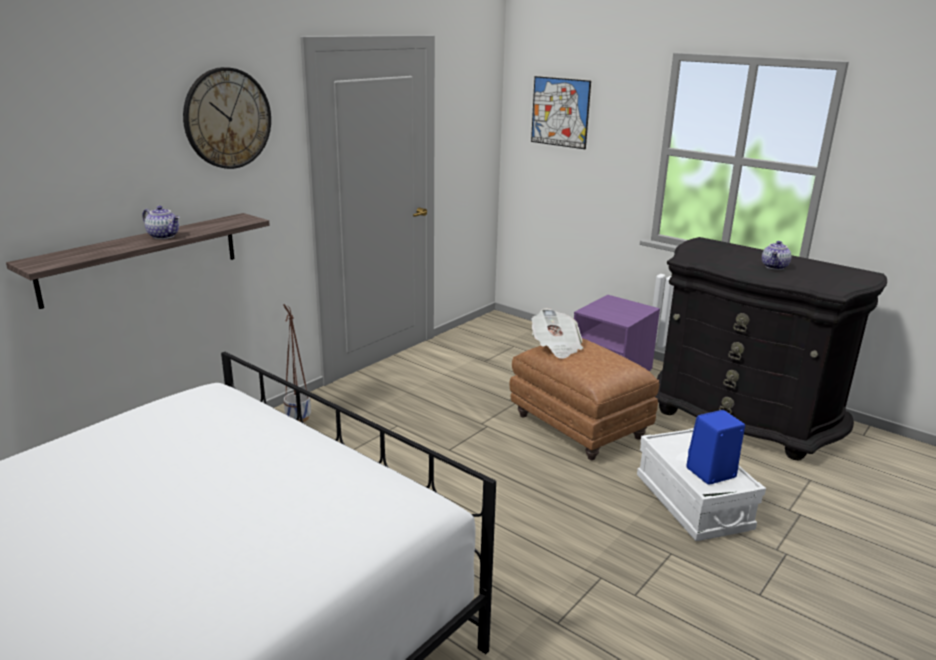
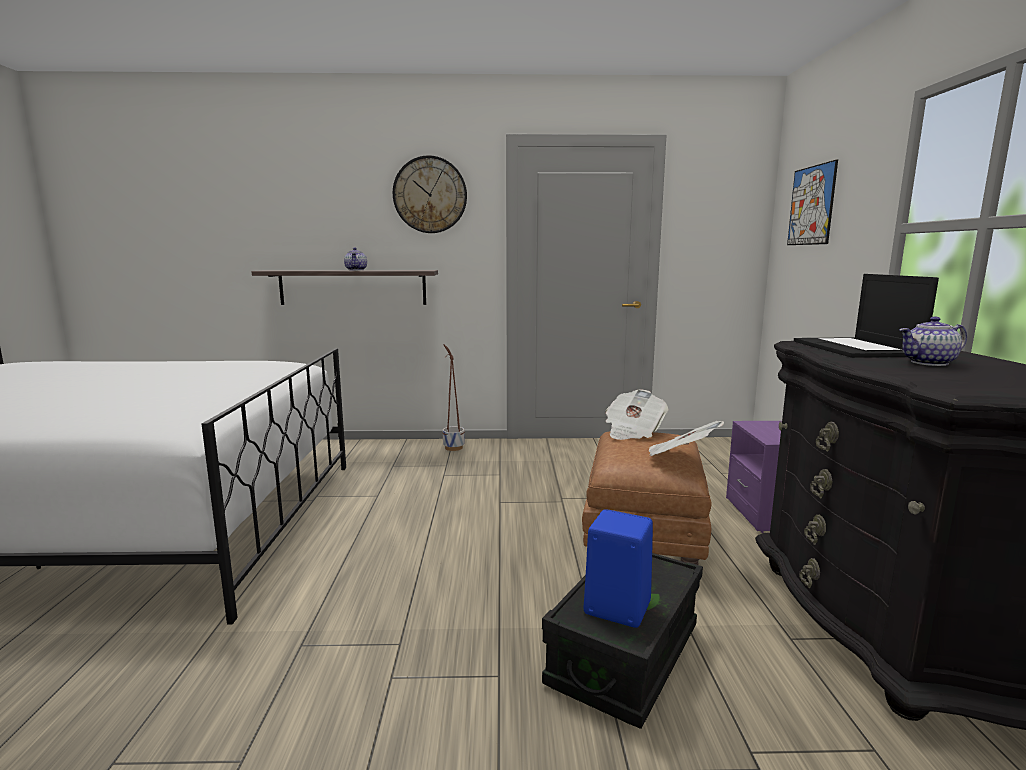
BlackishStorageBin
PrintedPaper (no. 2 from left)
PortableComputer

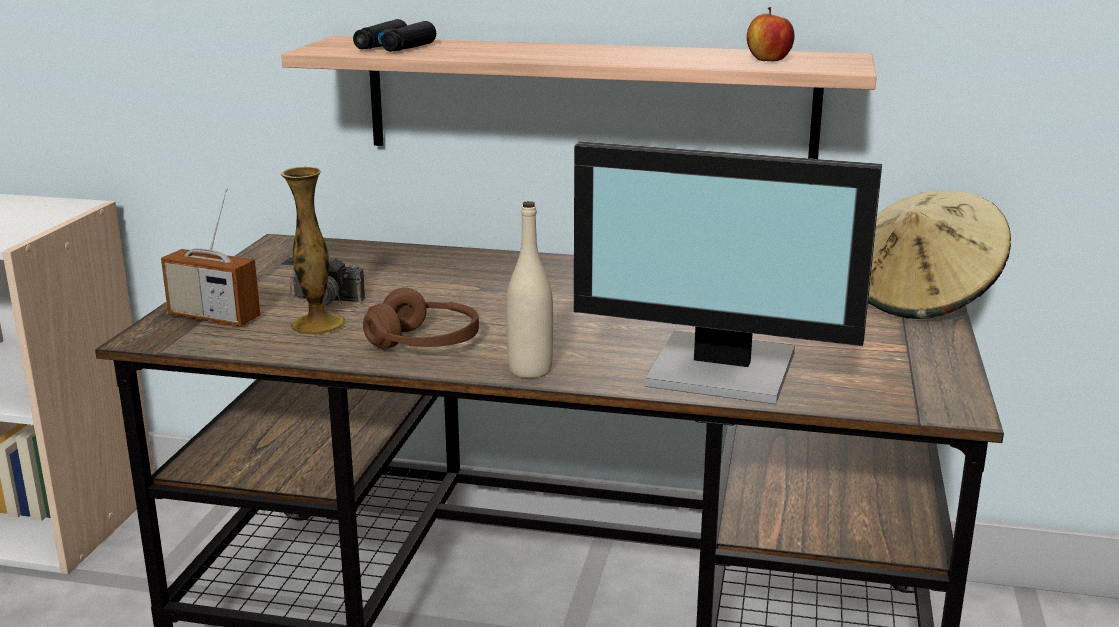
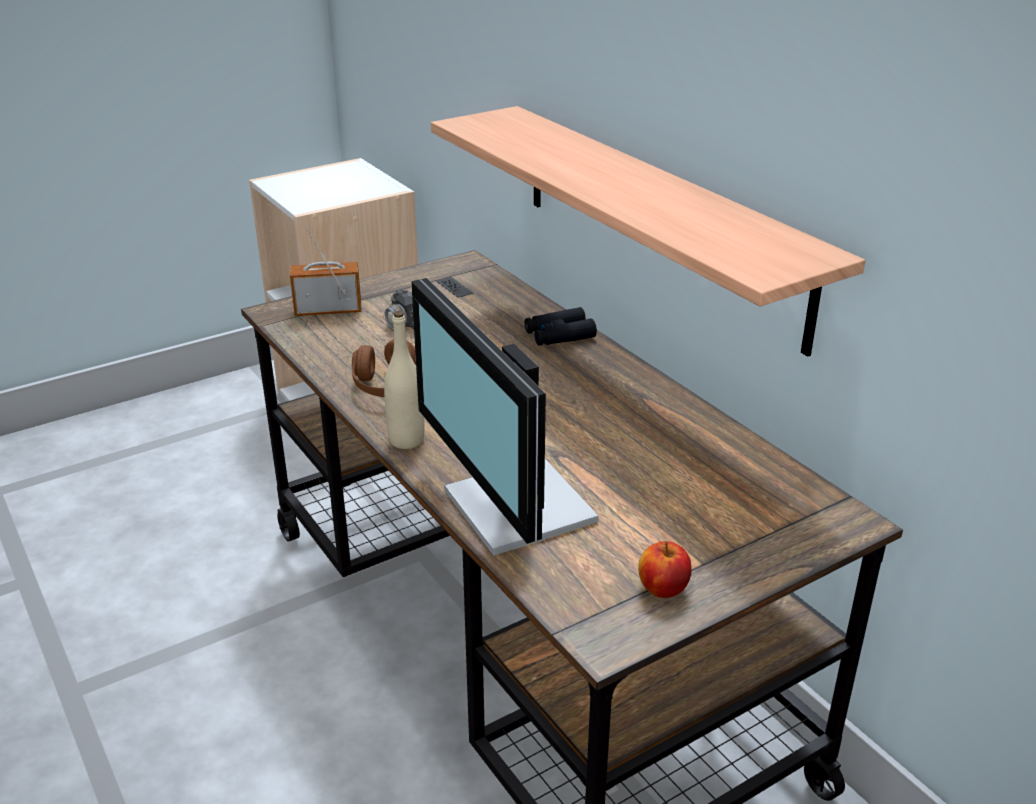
RadioReceiver
BlackishFieldGlasses
AppleFruit
Vase
BeigeClothingHat

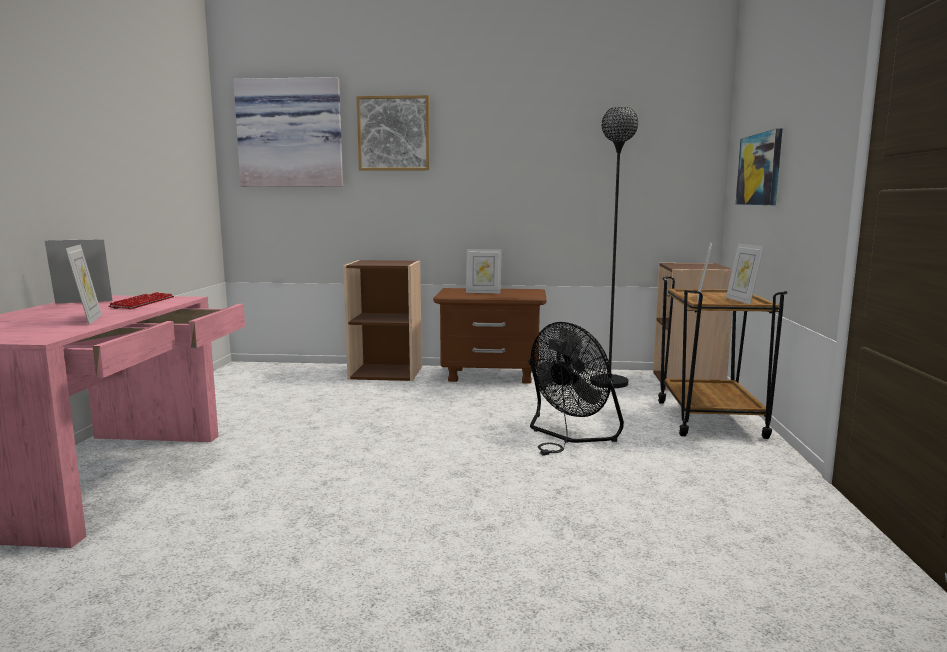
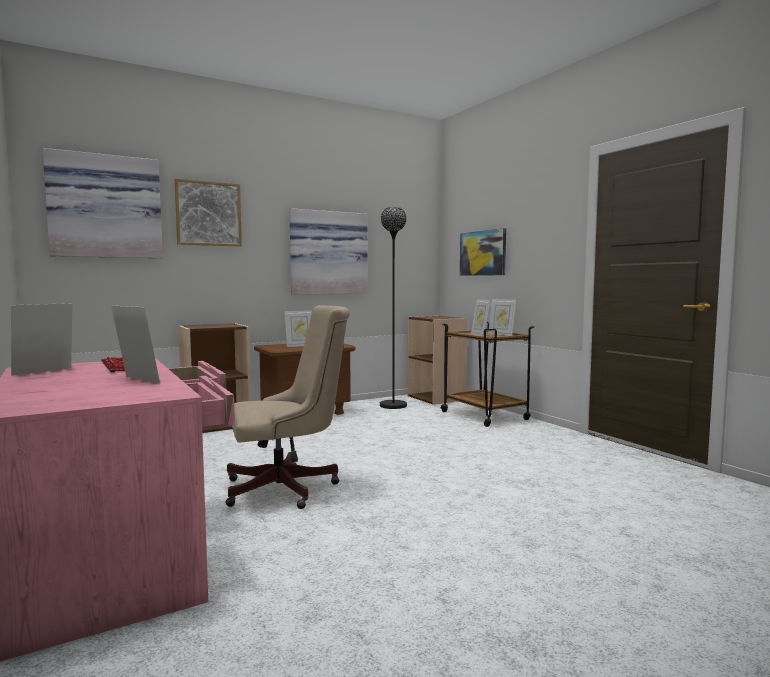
BeigeDeskChair
WallArt (no. 3 from left)
BlackishFan

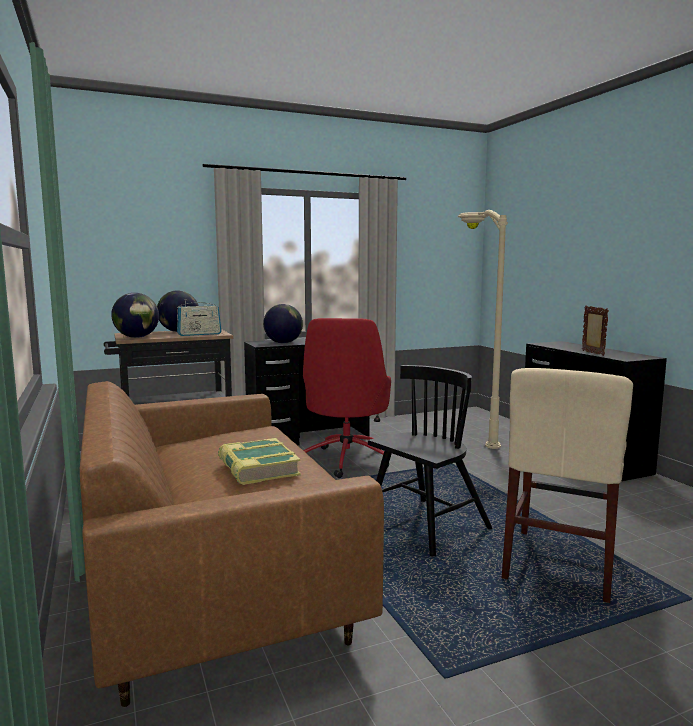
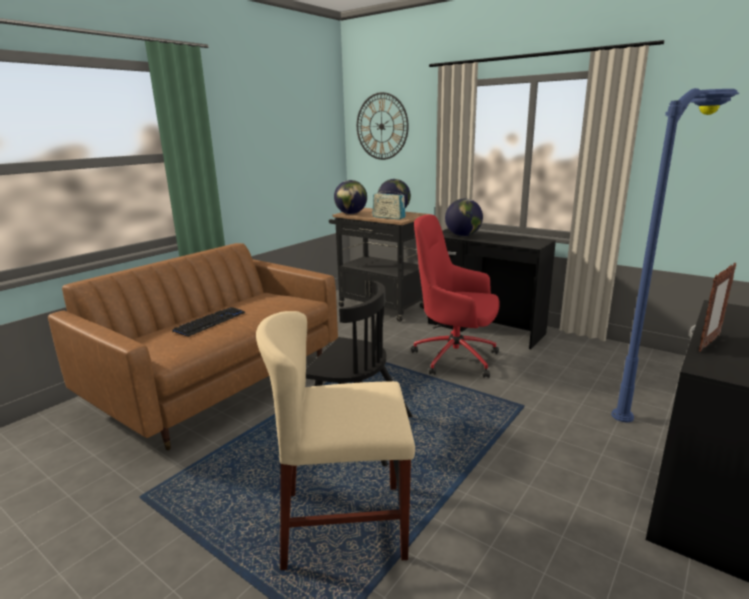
Keyboard
ClockOnTheWall
RedColouredDeskChair
BlueColouredStandardLamp

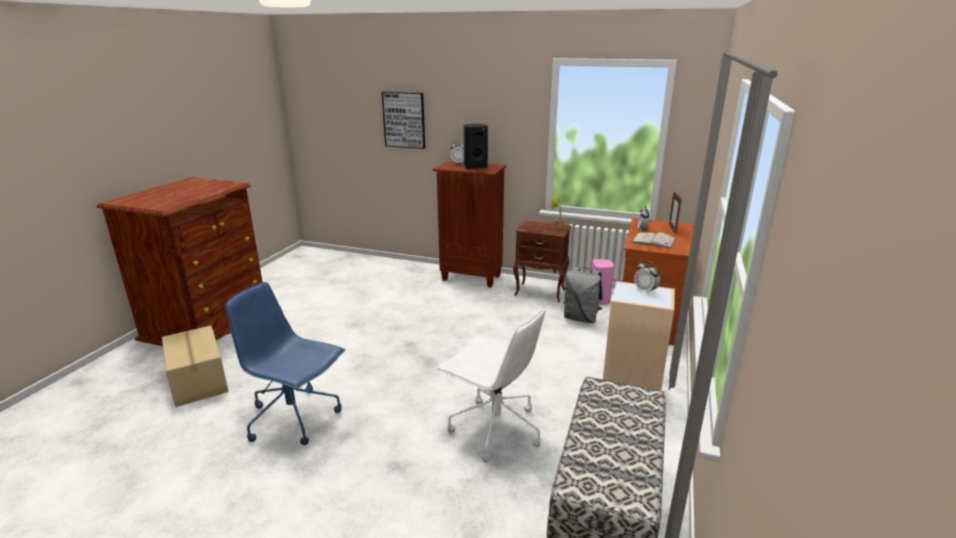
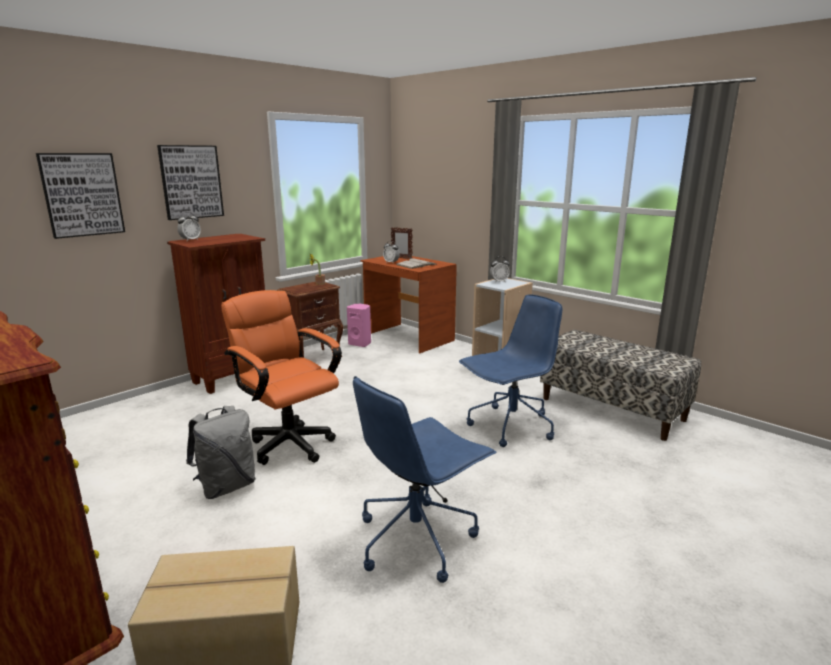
WallArt (no. 2 from left)
GrayBackpack
OrangeyDeskChair
BlueColouredDeskChair (no. 2 from left)
BlackishAudioSpeaker

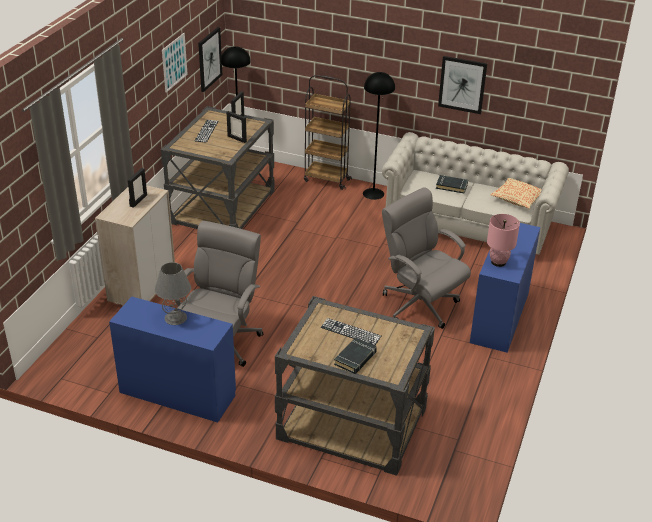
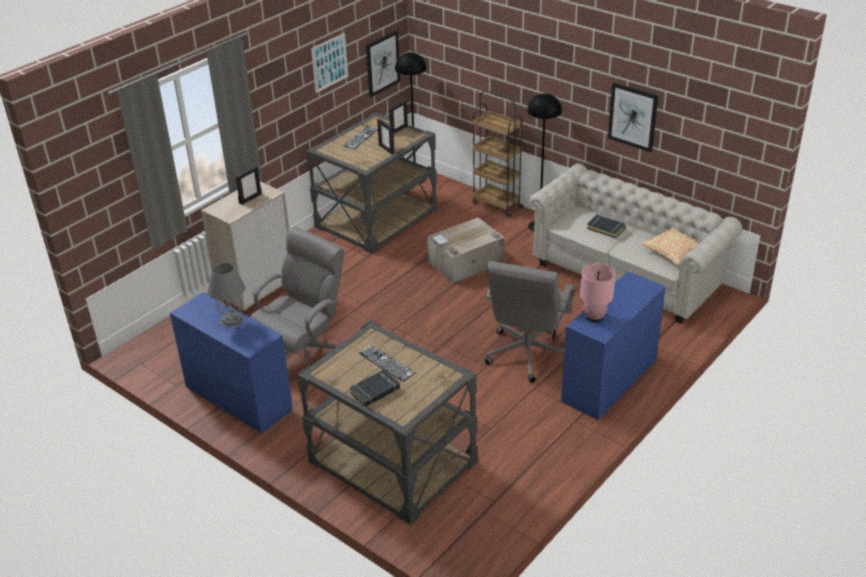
Carton
GrayDeskChair (no. 2 from left)

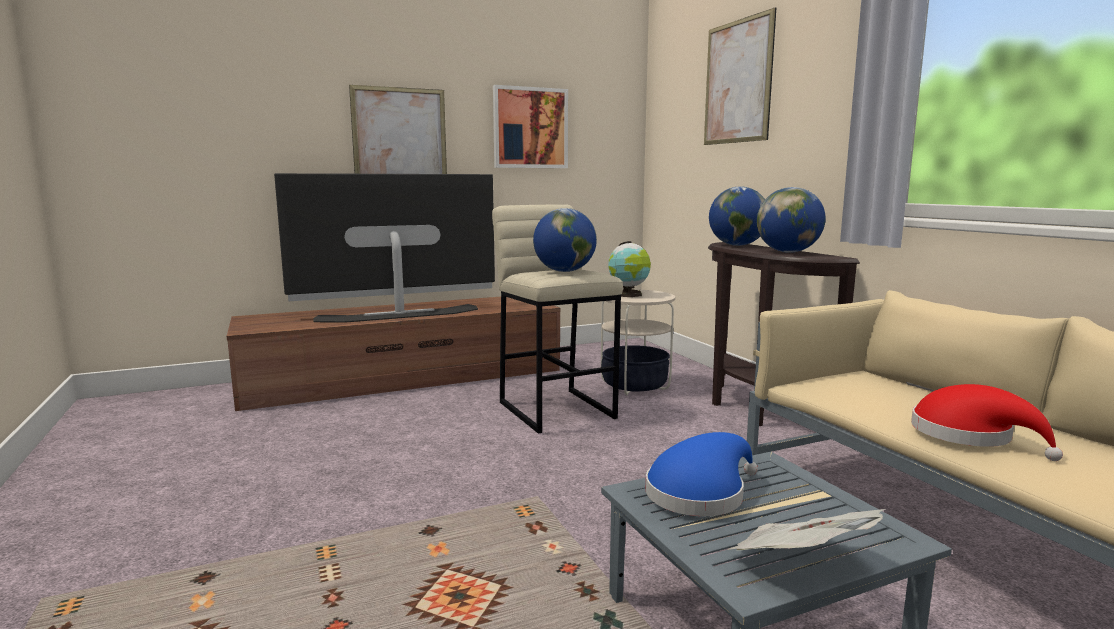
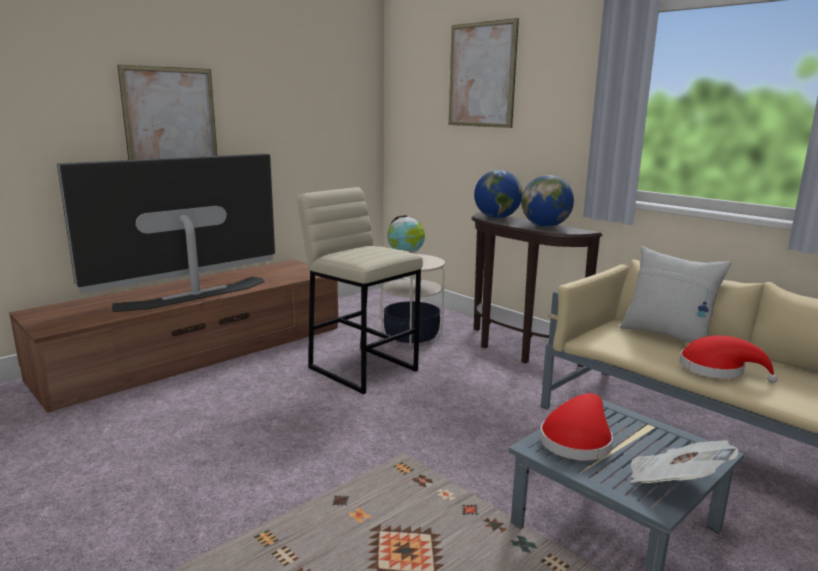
RedColouredClothingHat (no. 1 from left)
GrayThrowPillow
WallArt (no. 2 from left in the first image)
DeskGlobe (no. 1 from left in the first image)

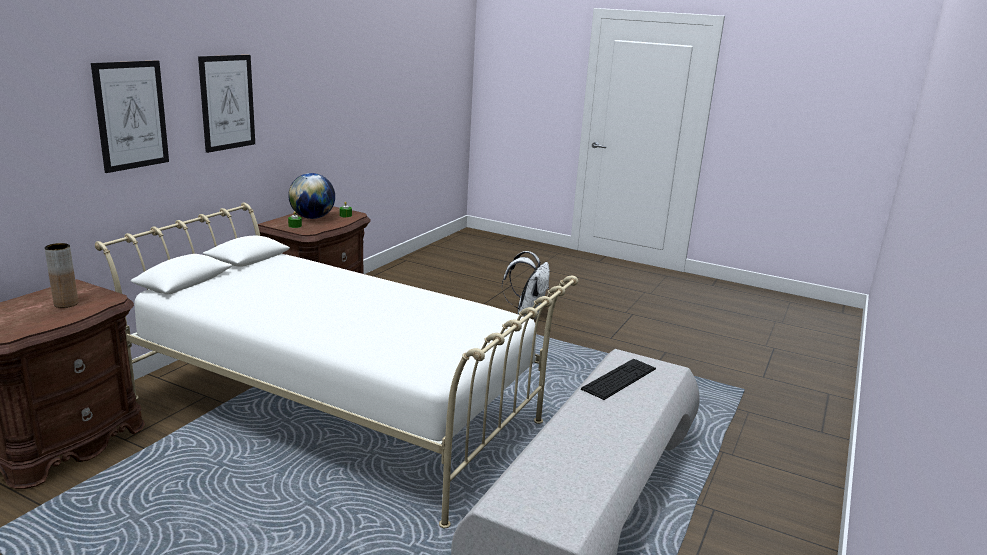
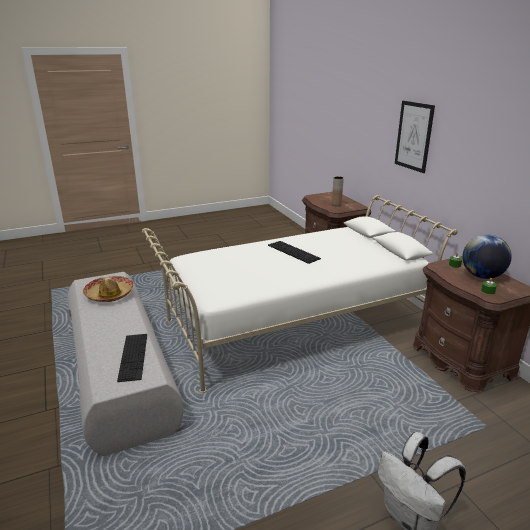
ClothingHat
Keyboard (no. 2 from left)
WallArt (no. 2 from left in the first image)

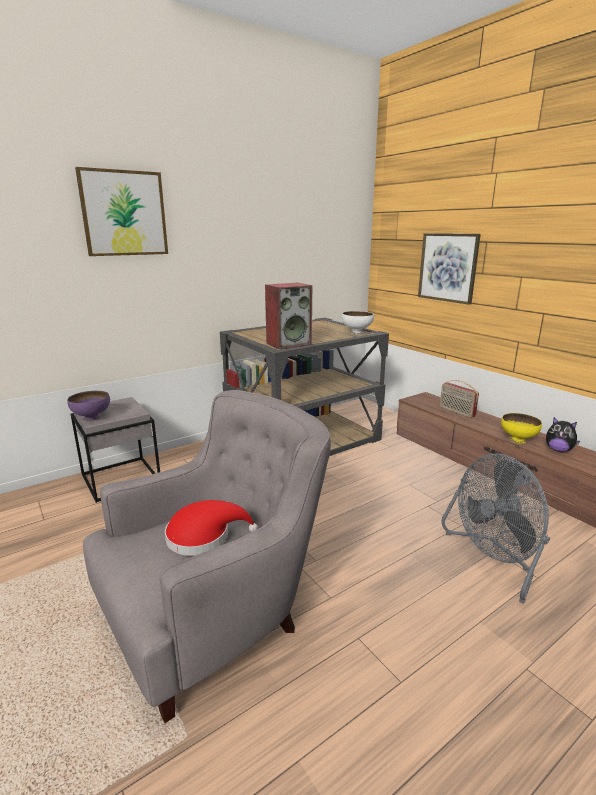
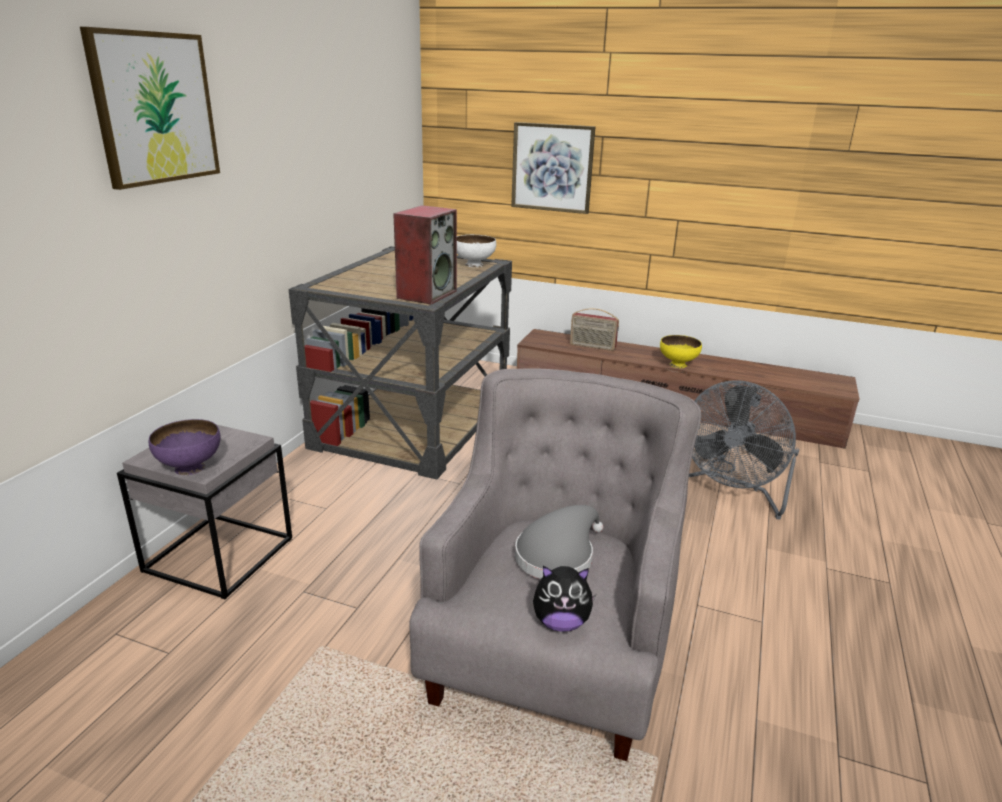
GrayClothingHat
CuddlyToy

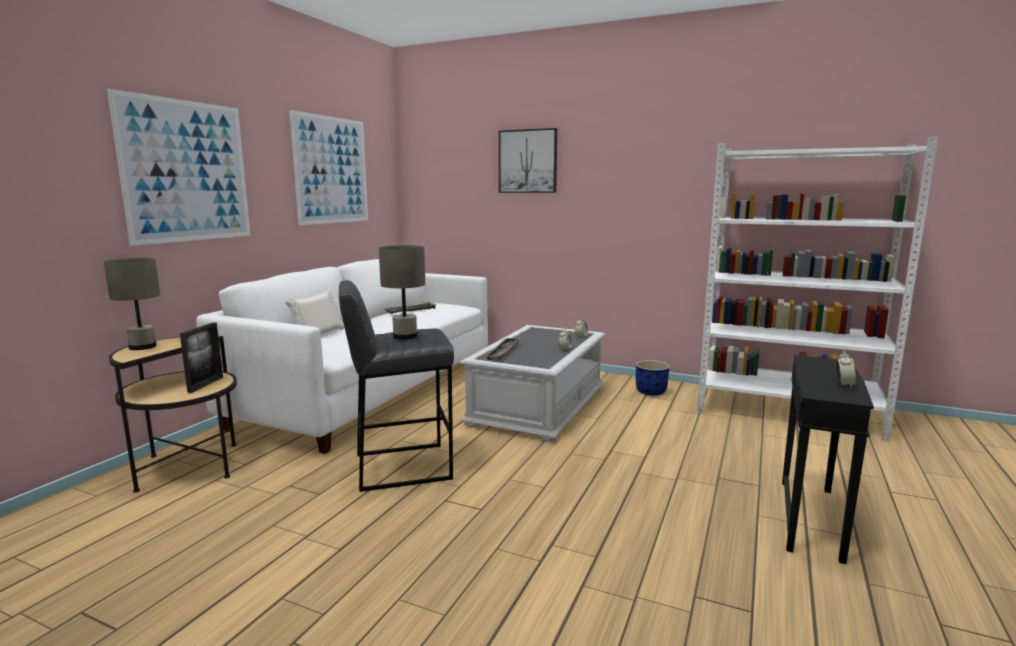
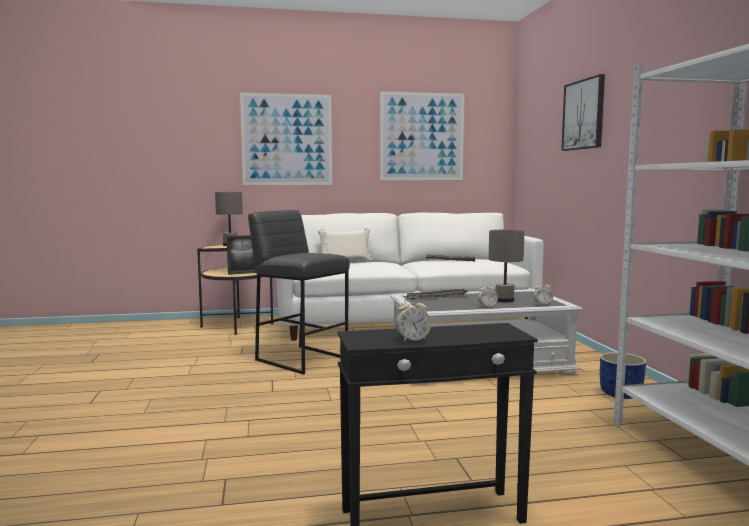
GrayTabletopLamp (no. 2 from left)

